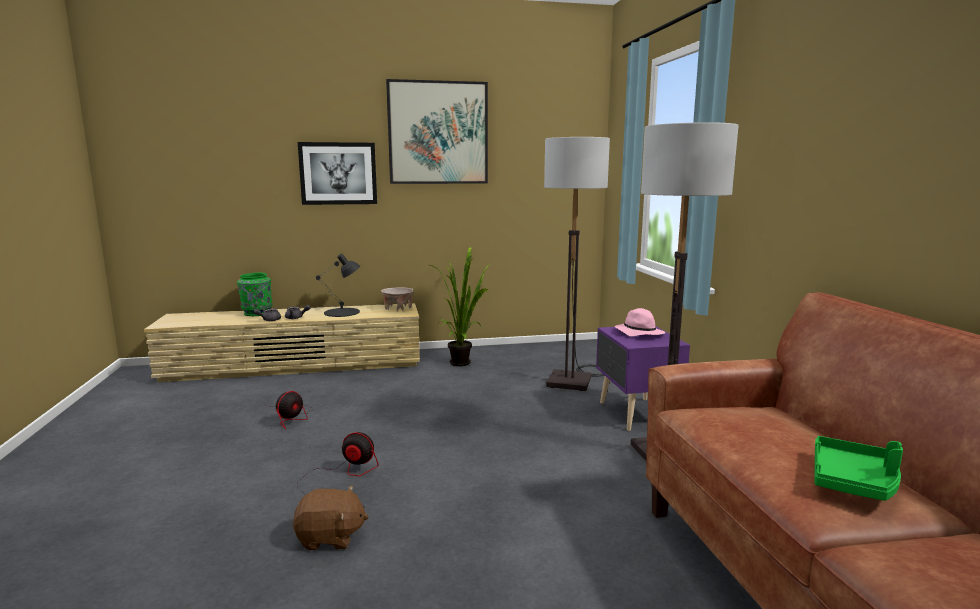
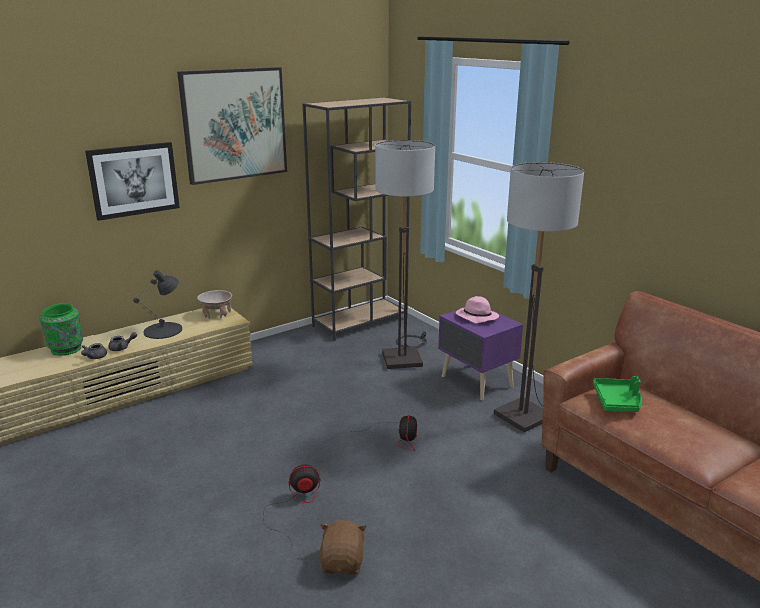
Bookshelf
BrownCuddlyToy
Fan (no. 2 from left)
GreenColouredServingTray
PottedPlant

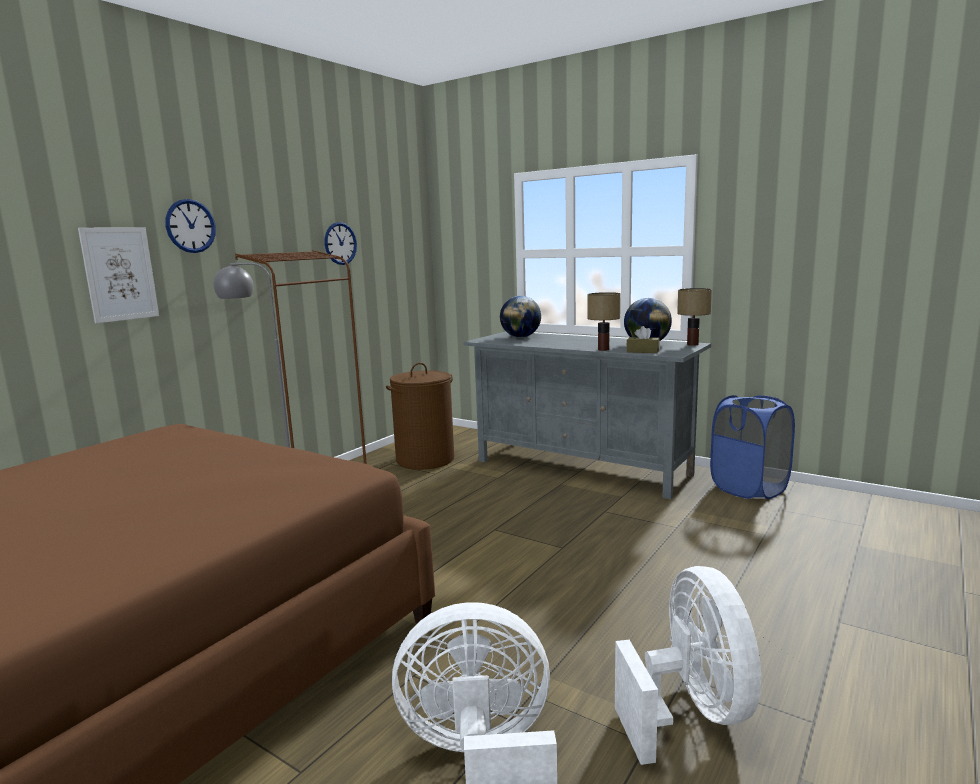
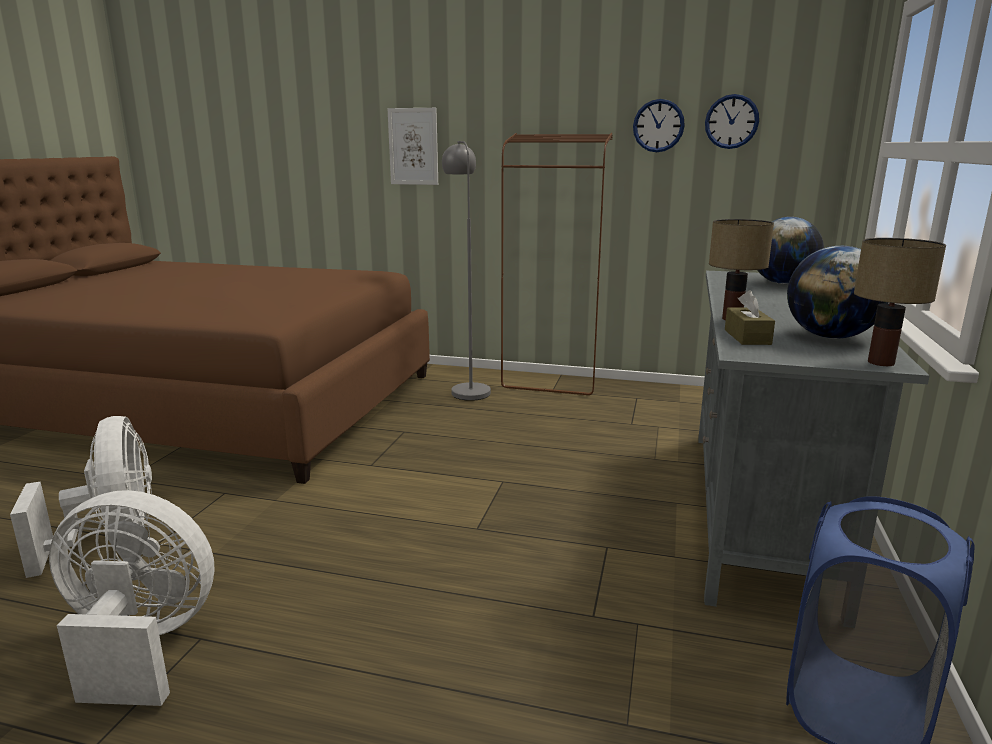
WhitishFan (no. 2 from left)
ClockOnTheWall (no. 2 from left)
BrownHamper

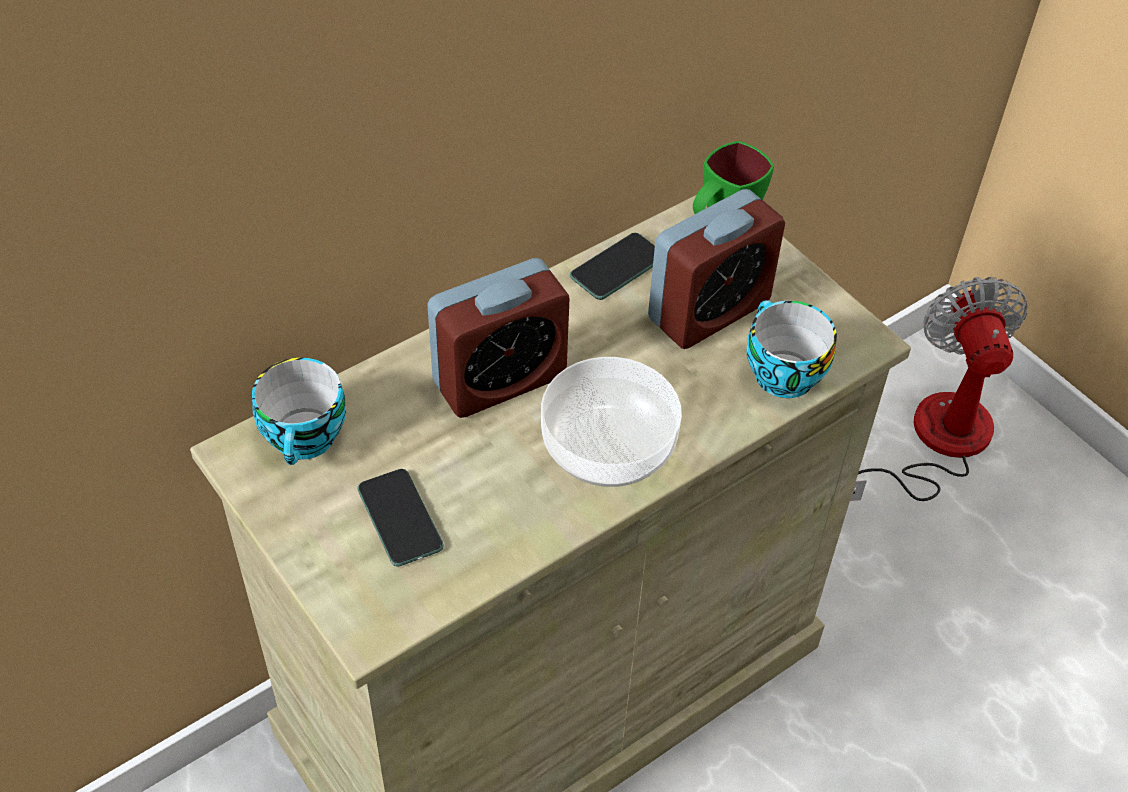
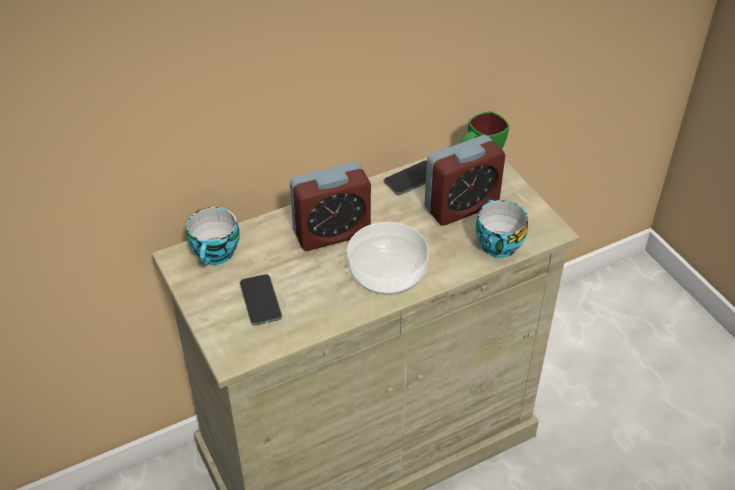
Fan

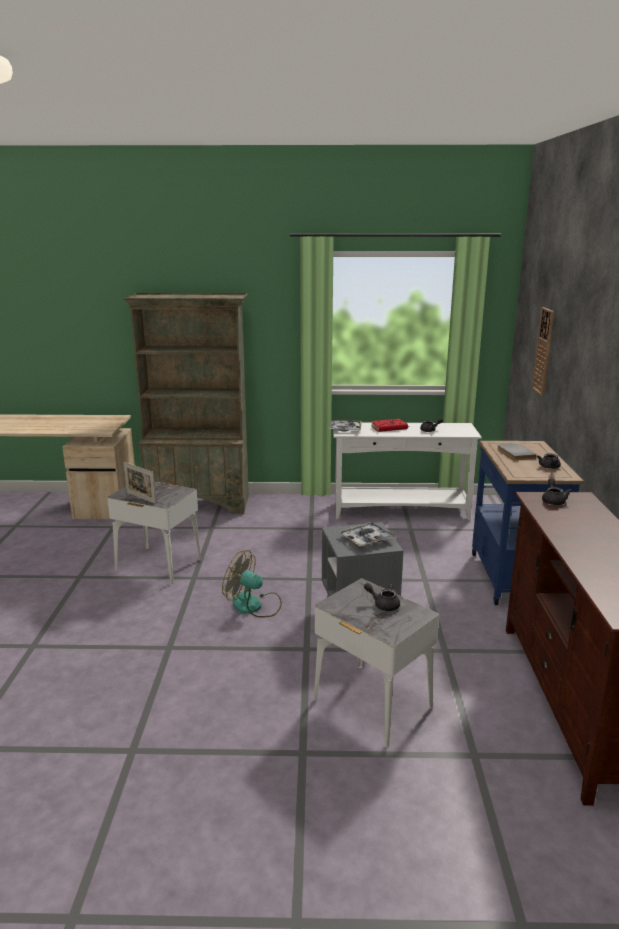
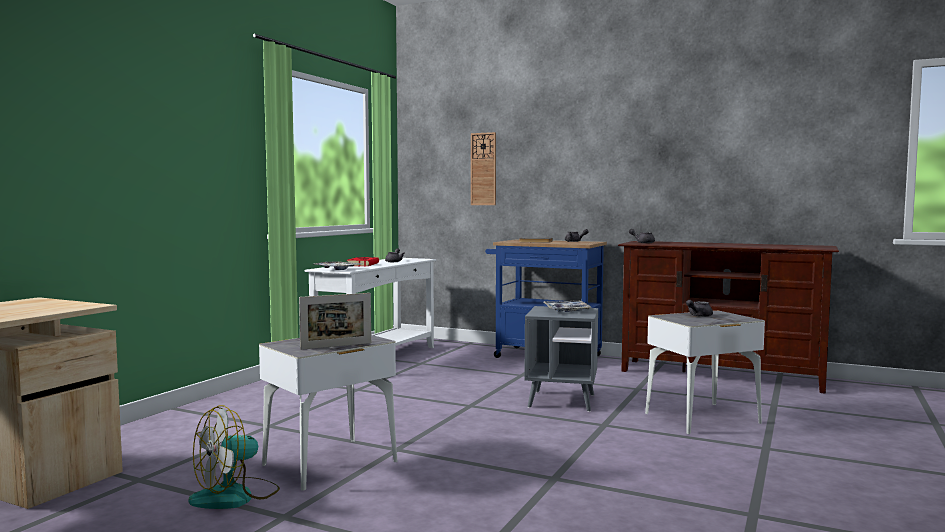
Fan
GreenColouredBookshelf

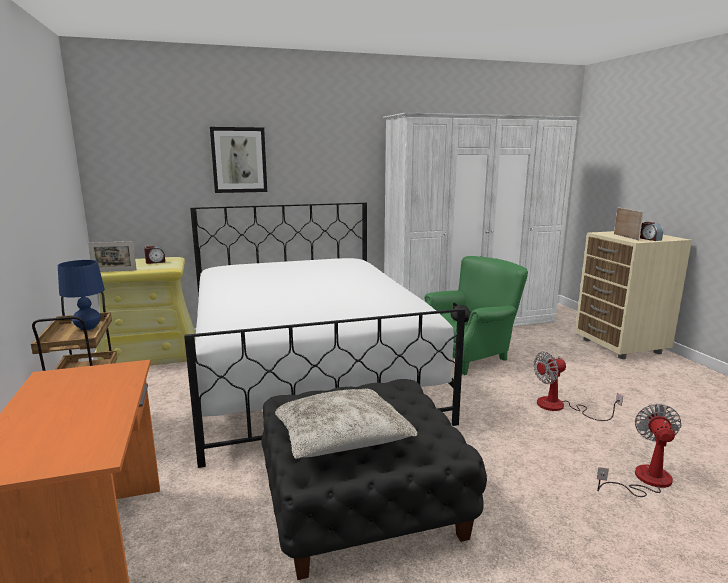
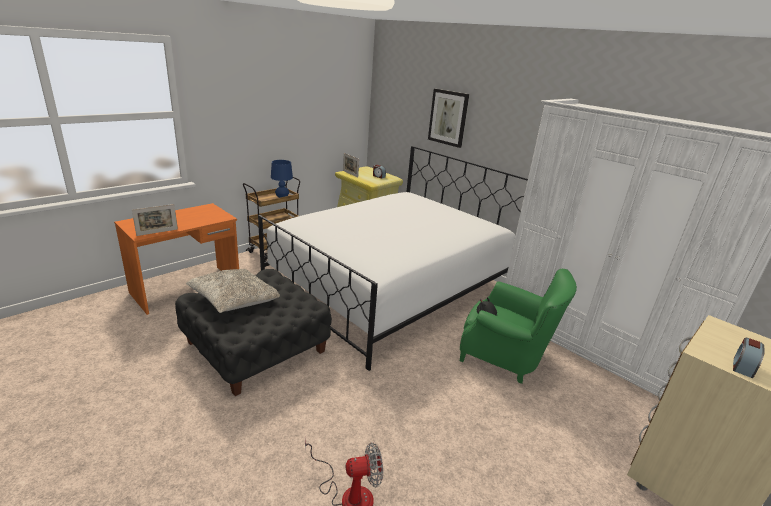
StandingFrame (no. 1 from left)
Fan (no. 1 from left in the first image)

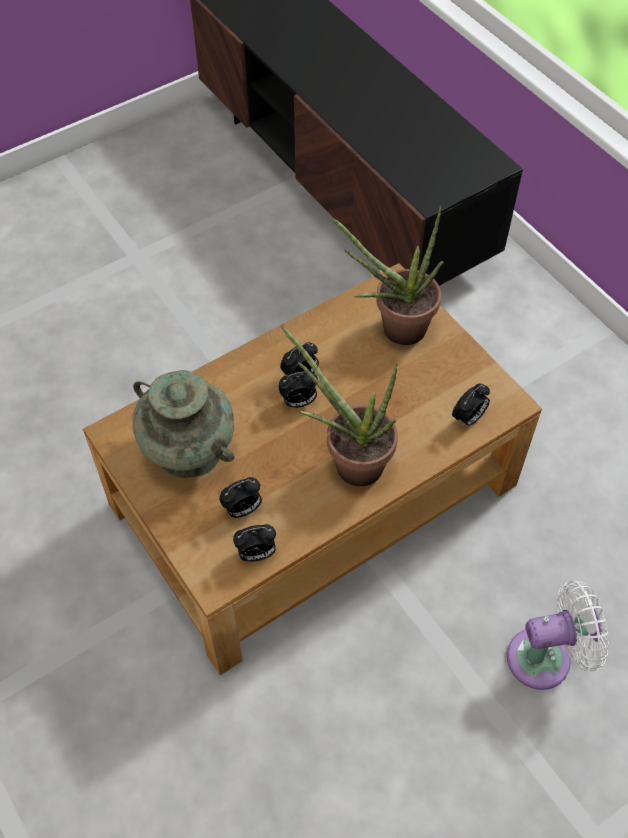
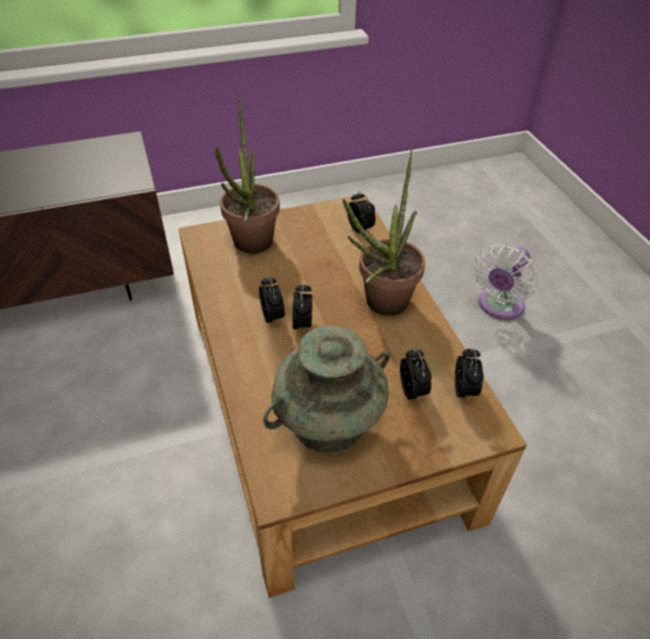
WhitishFan

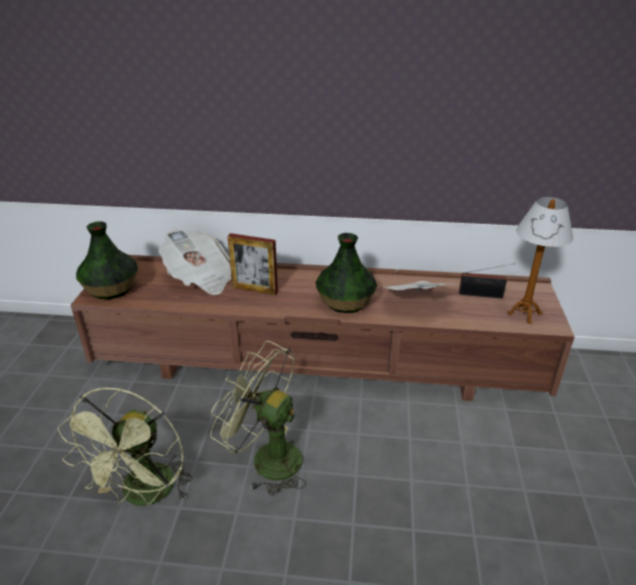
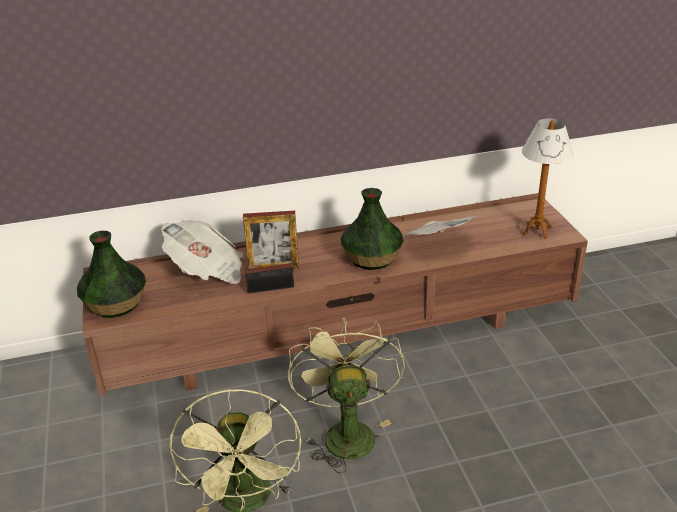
RadioReceiver
GreenColouredFan (no. 2 from left)

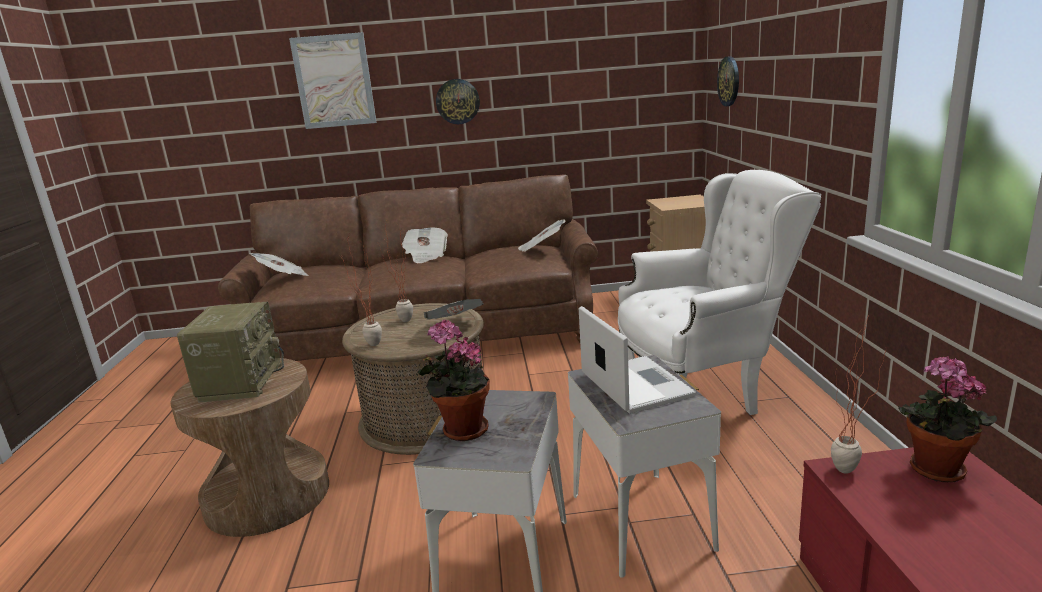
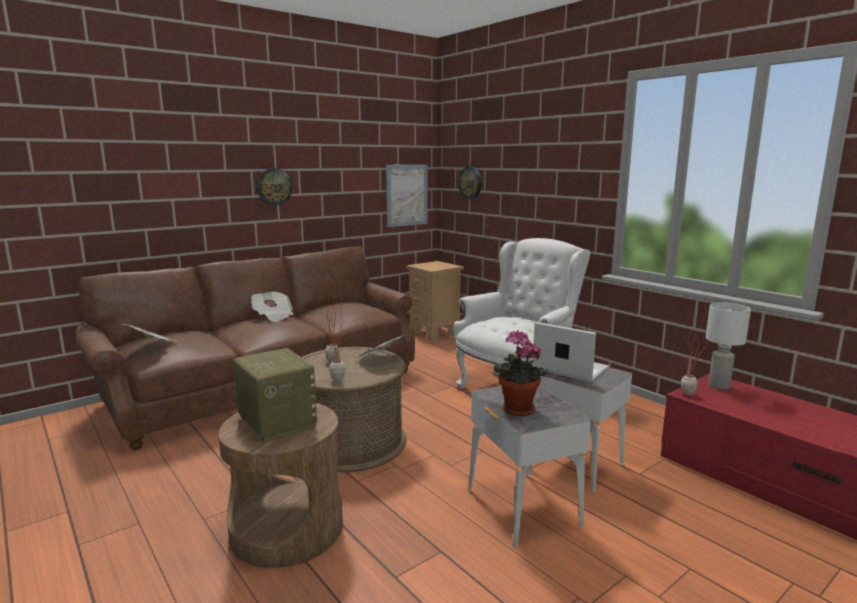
WallArt
WhitishTabletopLamp
PrintedPaper (no. 4 from left in the first image)

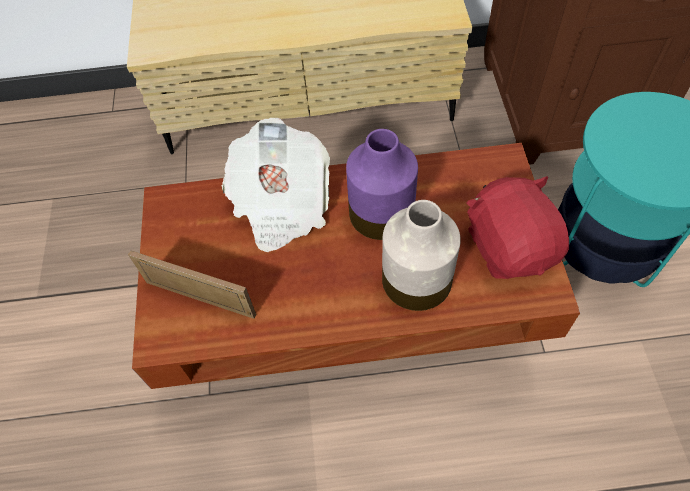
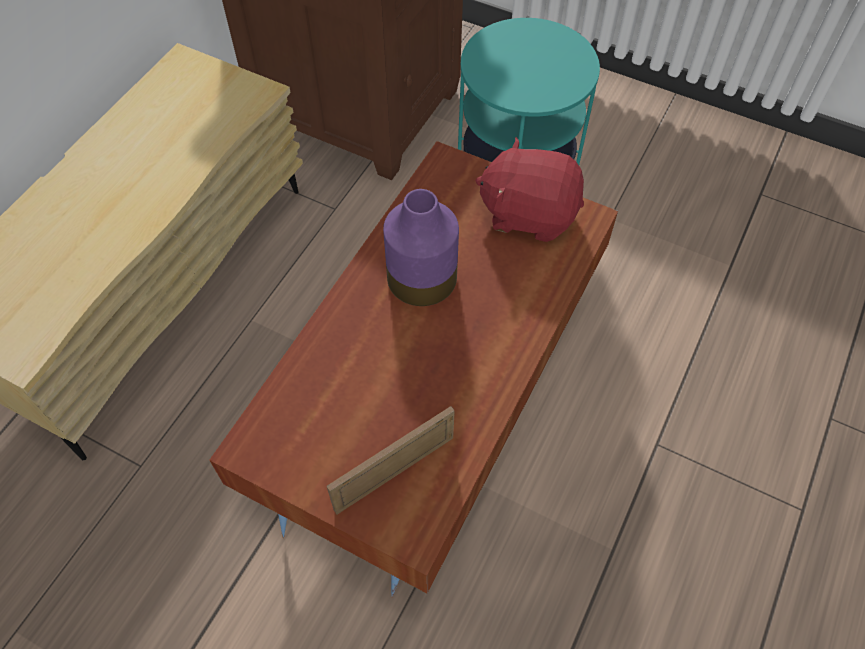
PrintedPaper
BeigeVase

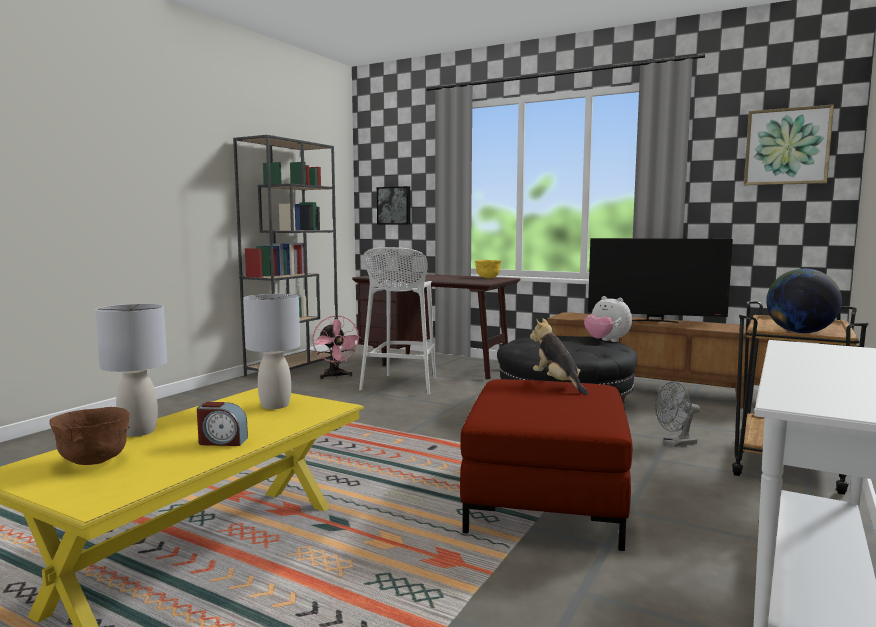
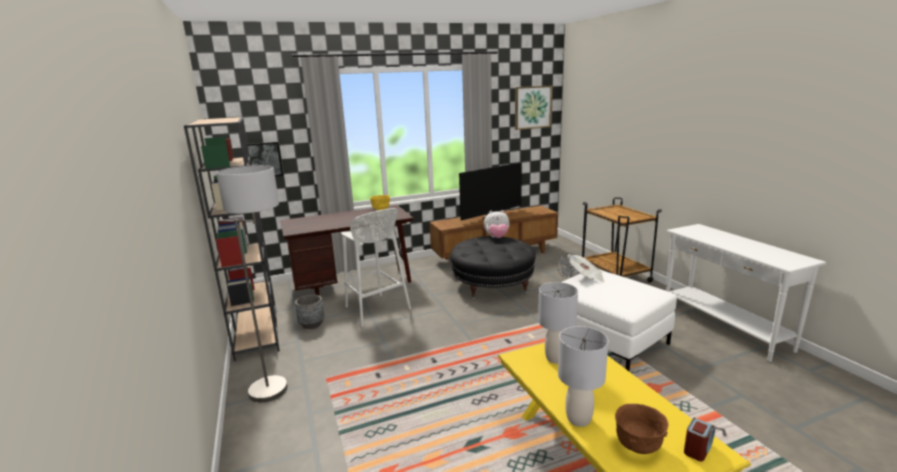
GrayStandardLamp
GrayPlantPot
WhitishOttoman
PrintedPaper
BedsideClock
DeskGlobe

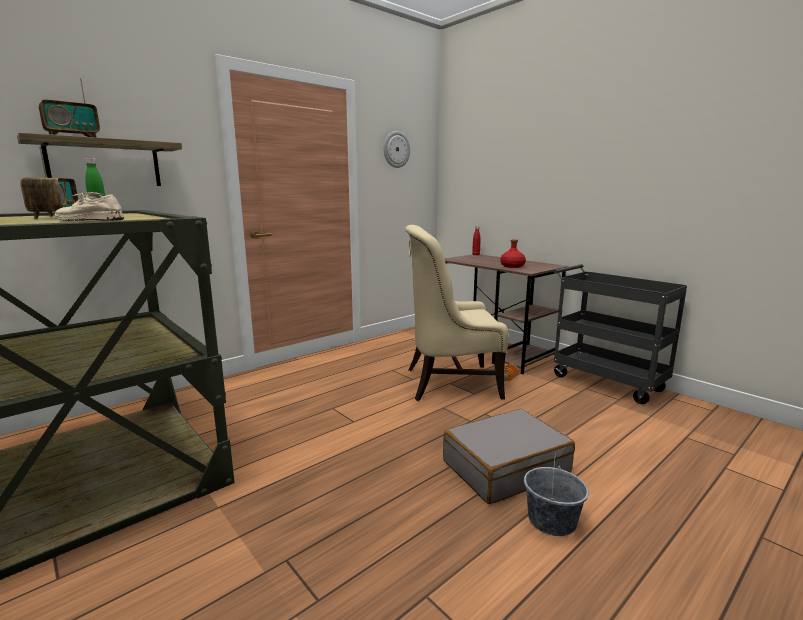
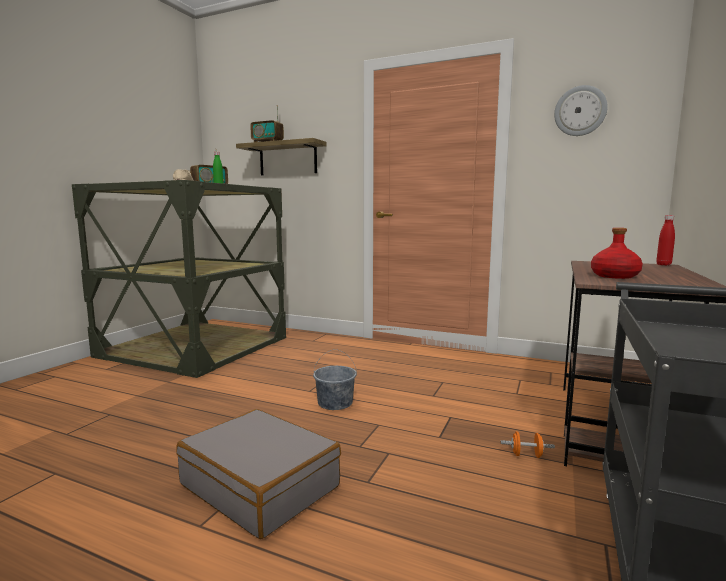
GrayPail
BeigeUprightChair

